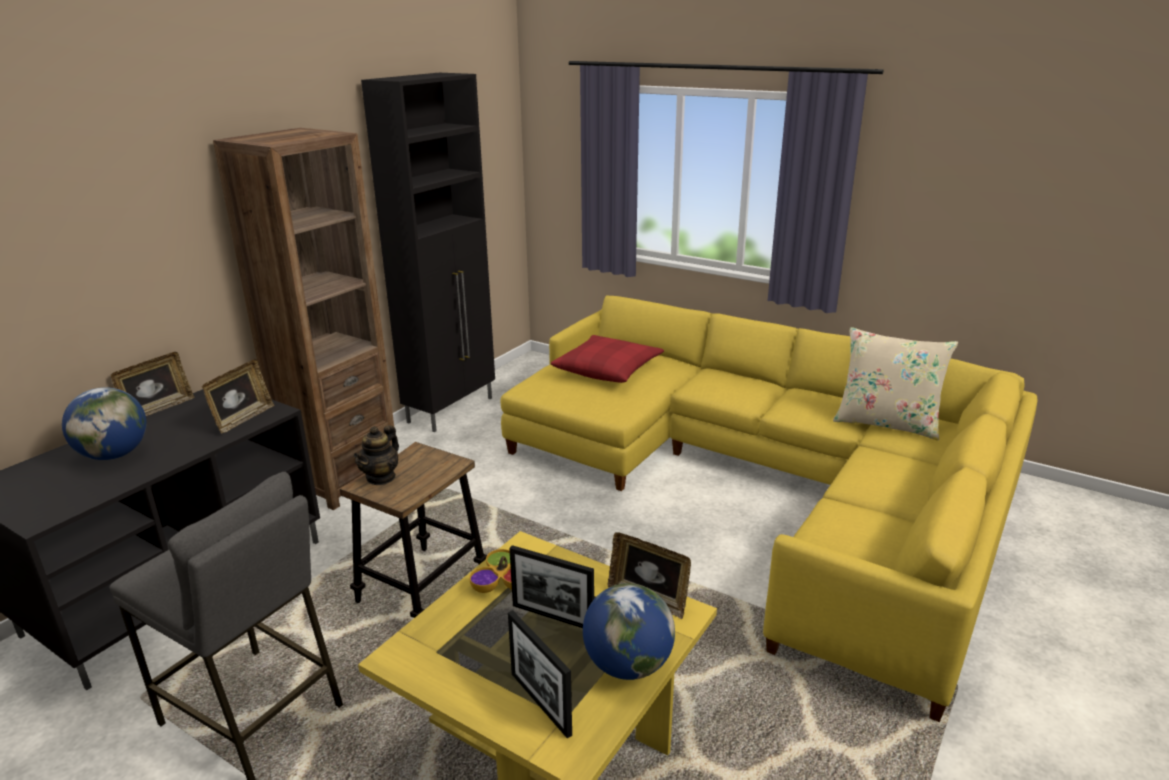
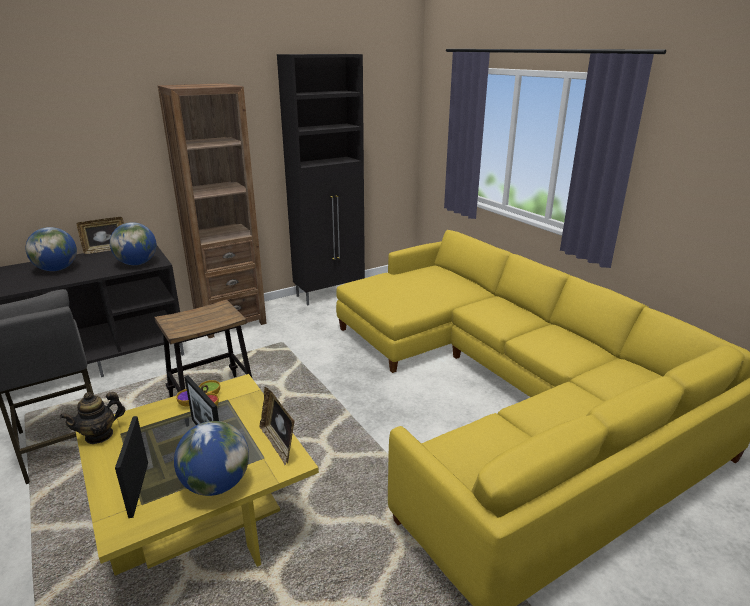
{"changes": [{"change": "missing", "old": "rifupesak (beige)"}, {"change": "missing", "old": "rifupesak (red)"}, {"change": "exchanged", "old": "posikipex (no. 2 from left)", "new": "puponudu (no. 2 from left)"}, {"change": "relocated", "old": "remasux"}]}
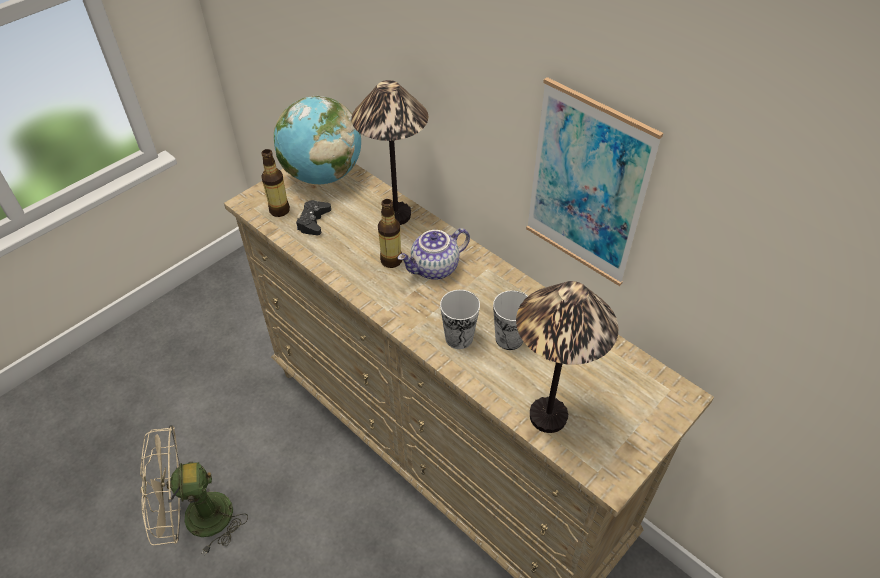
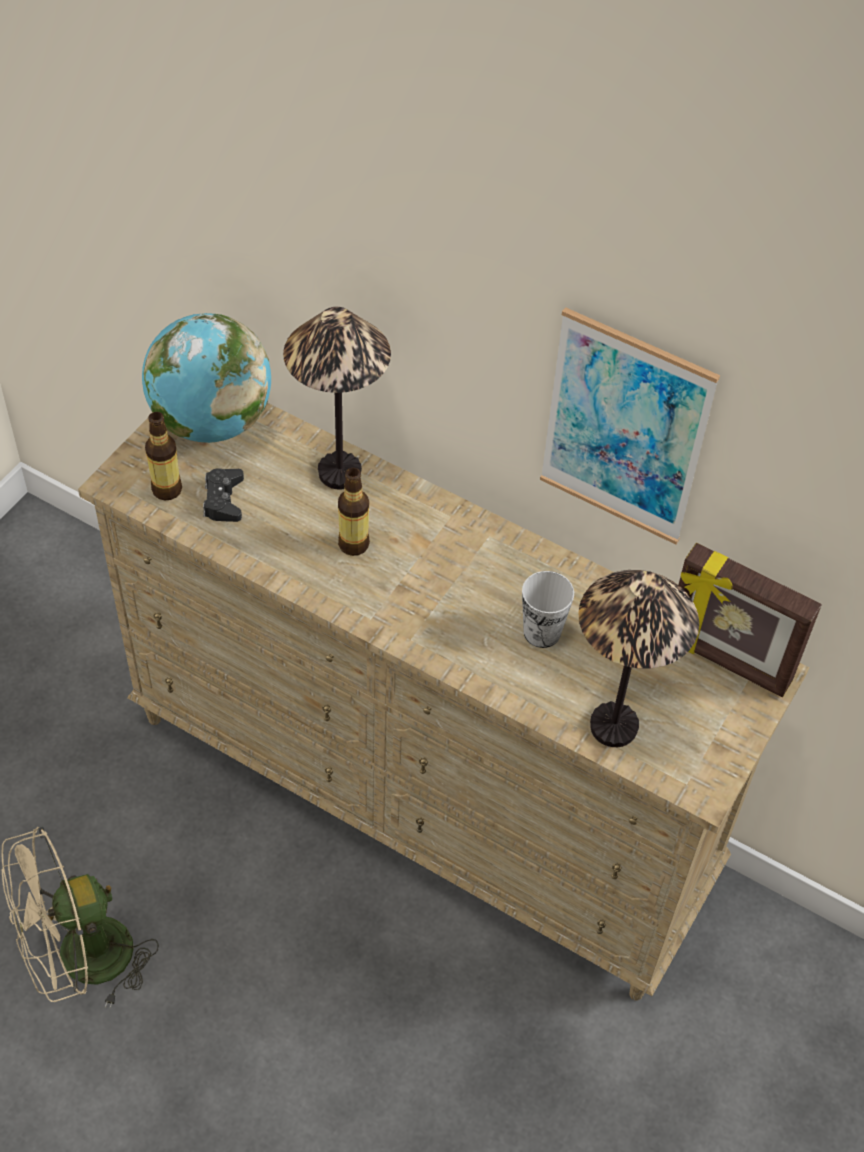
{"changes": [{"change": "missing", "old": "remasux"}, {"change": "missing", "old": "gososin (no. 1 from left)"}, {"change": "appeared", "new": "posikipex"}]}
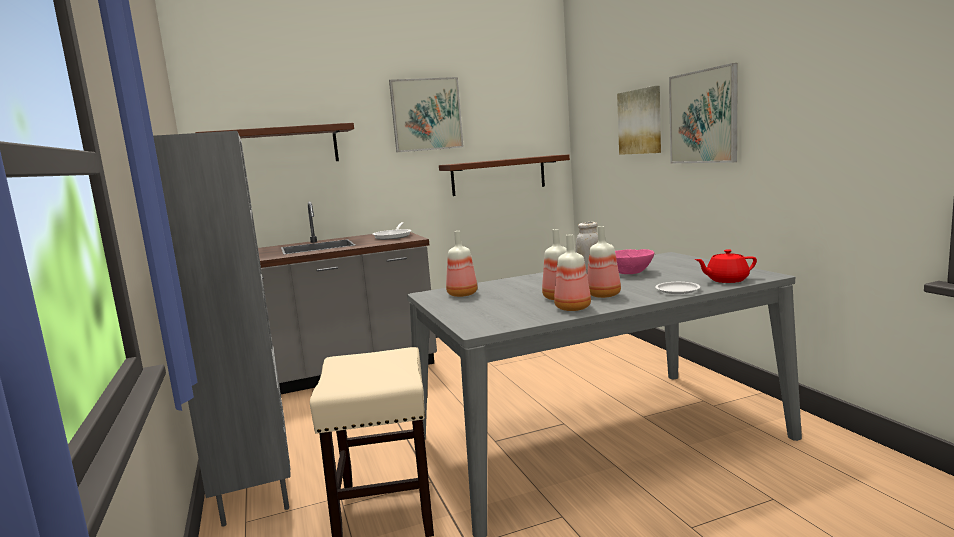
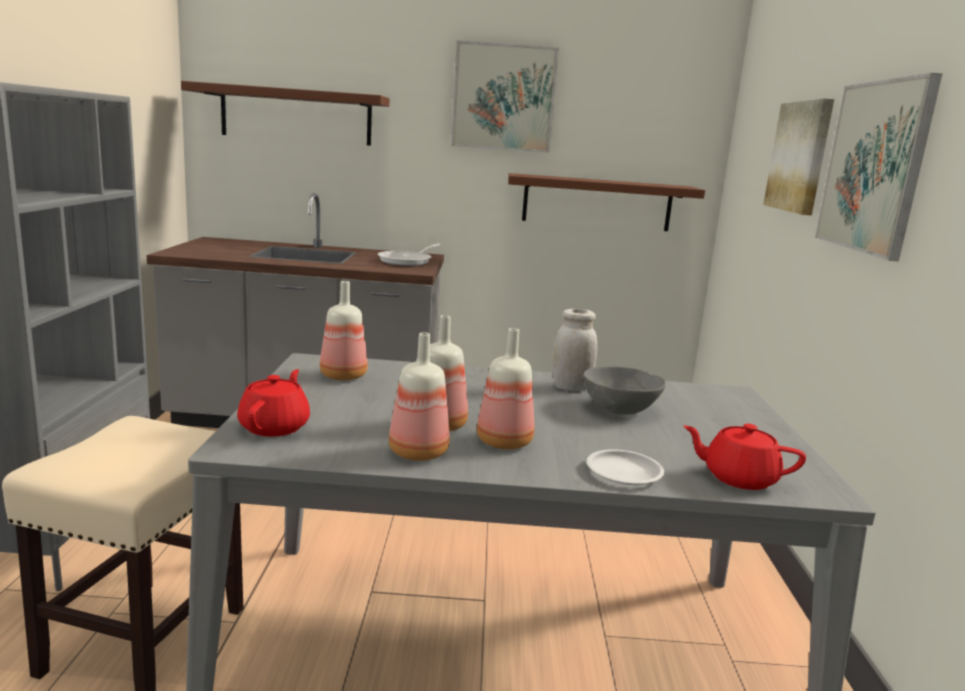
{"changes": [{"change": "colour", "old": "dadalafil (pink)", "new": "dadalafil (grey)"}, {"change": "appeared", "new": "remasux (red) (no. 1 from left)"}]}
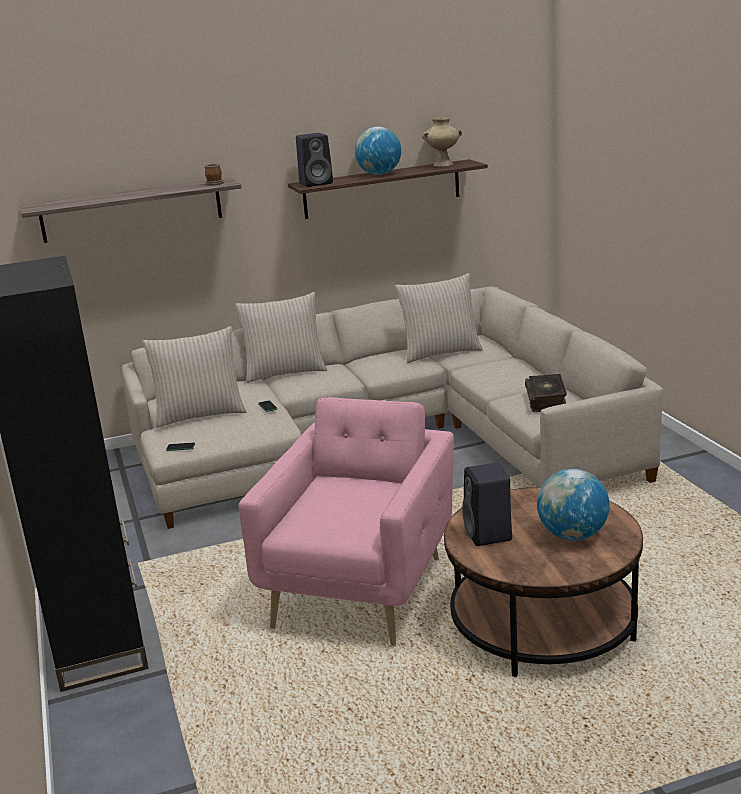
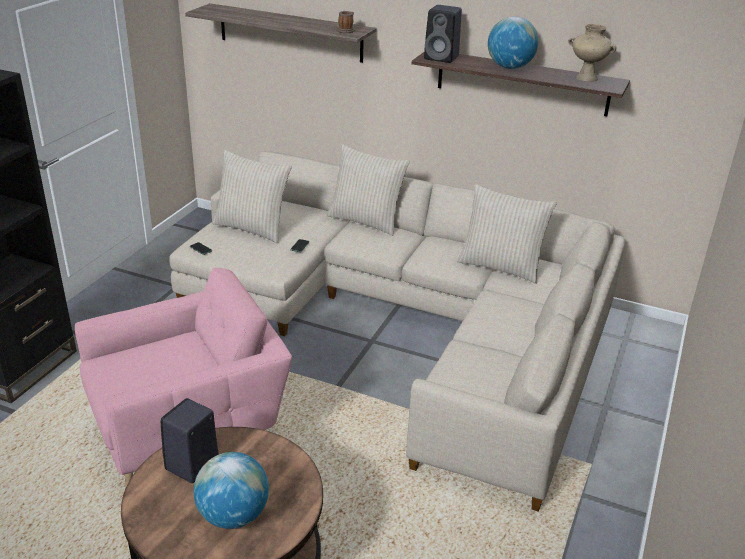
{"changes": [{"change": "missing", "old": "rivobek"}]}
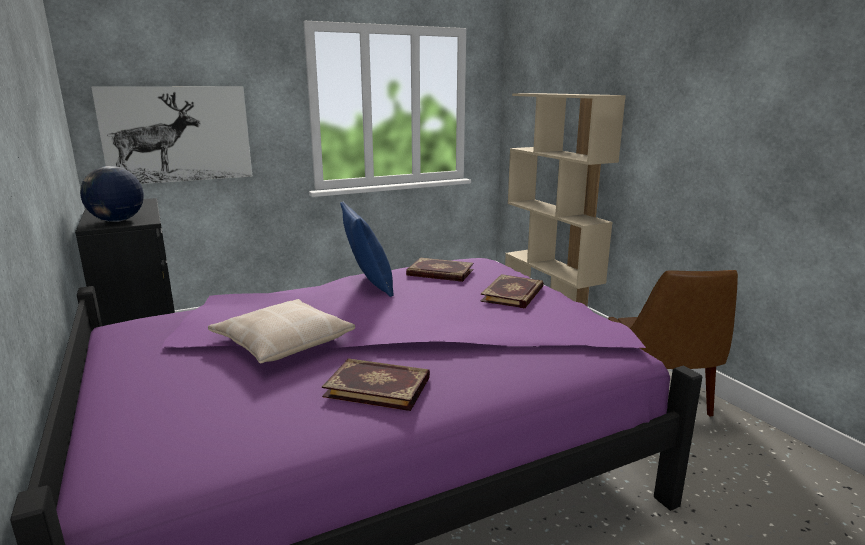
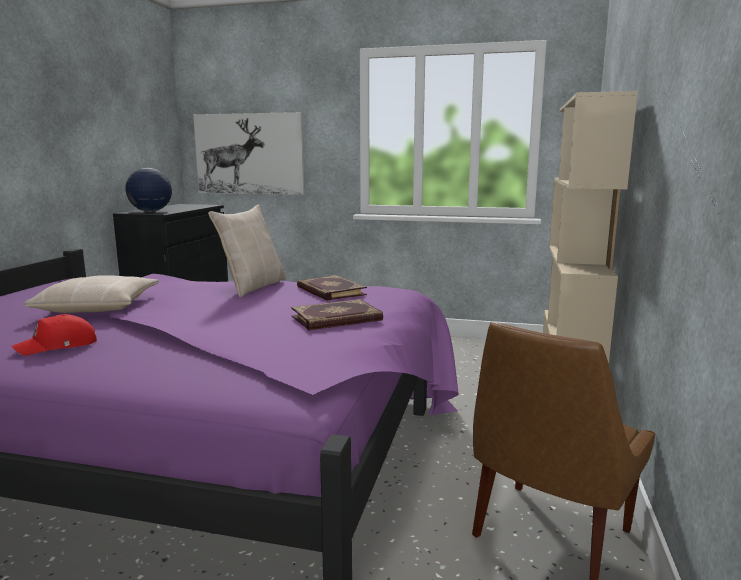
{"changes": [{"change": "colour", "old": "rifupesak (blue)", "new": "rifupesak (beige) (no. 2 from left)"}, {"change": "exchanged", "old": "rivobek (no. 1 from left)", "new": "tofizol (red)"}]}
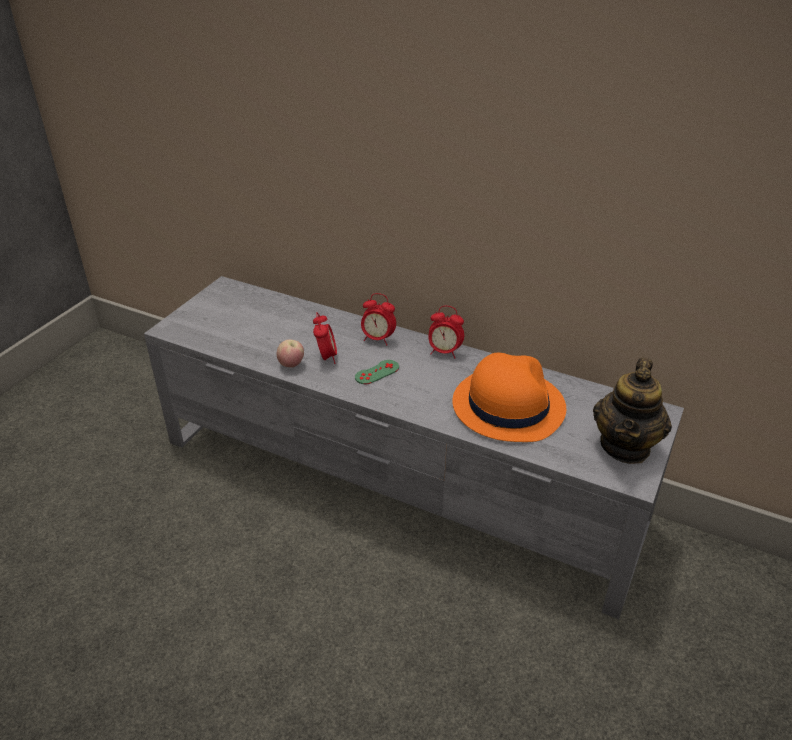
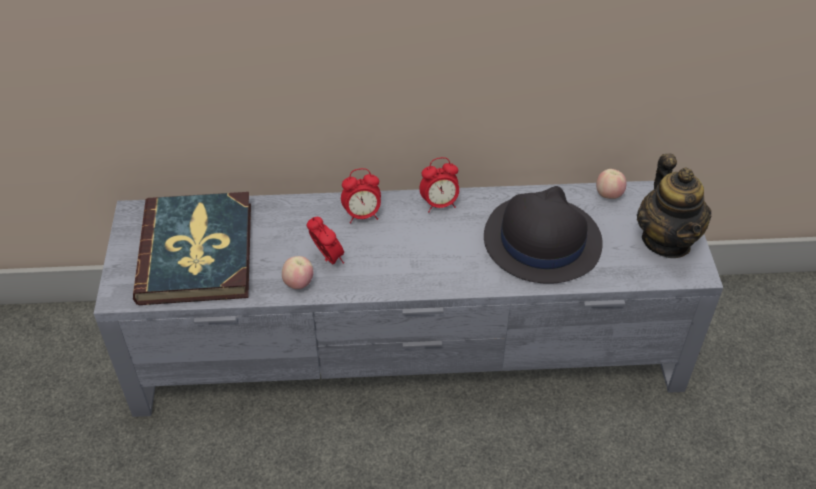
{"changes": [{"change": "colour", "old": "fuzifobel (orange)", "new": "fuzifobel (black)"}, {"change": "missing", "old": "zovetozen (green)"}, {"change": "appeared", "new": "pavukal (no. 2 from left)"}, {"change": "appeared", "new": "rivobek"}]}
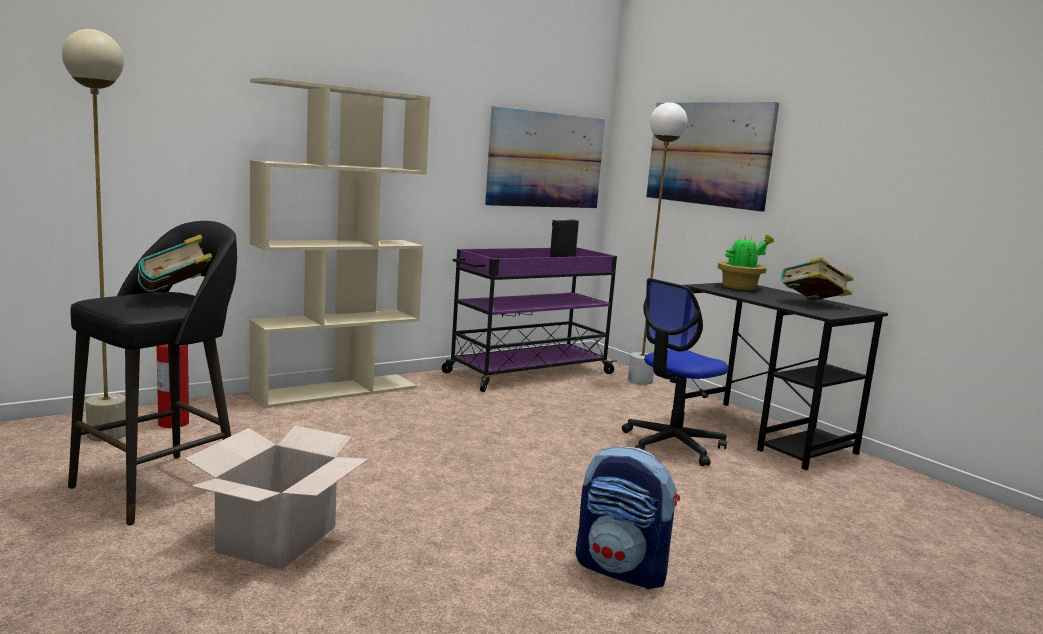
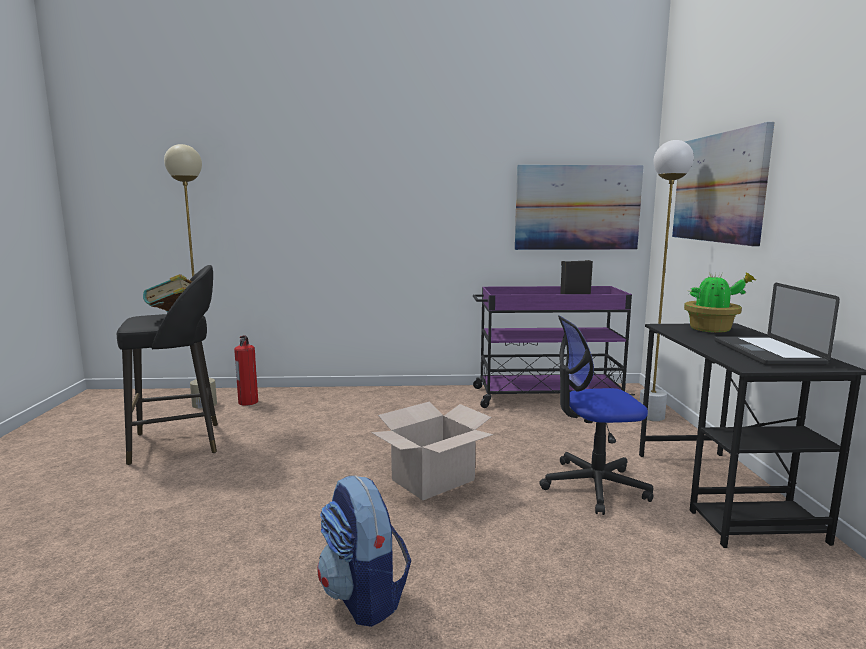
{"changes": [{"change": "missing", "old": "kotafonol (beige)"}, {"change": "exchanged", "old": "rivobek (no. 2 from left)", "new": "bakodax"}, {"change": "relocated", "old": "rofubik"}]}
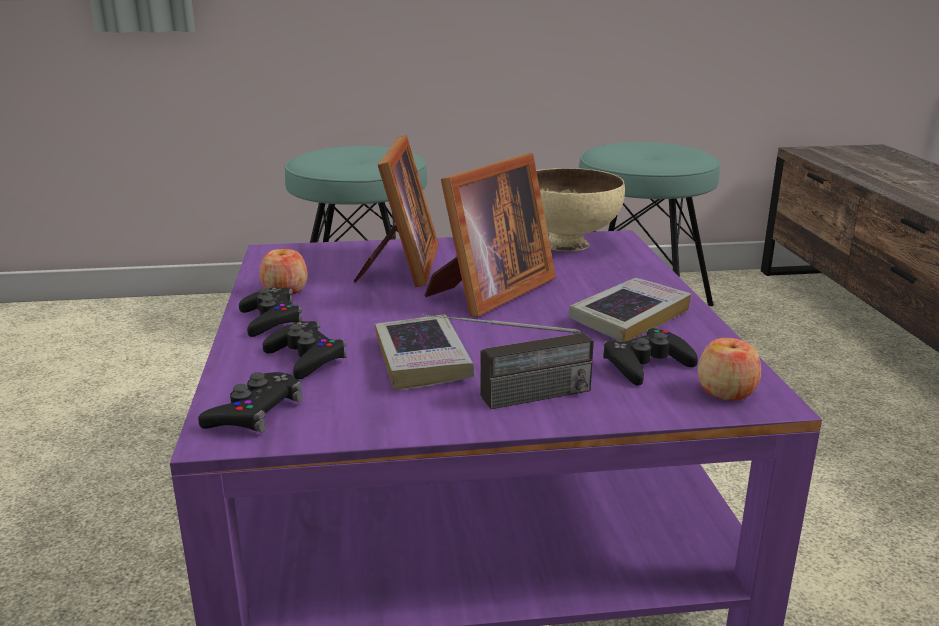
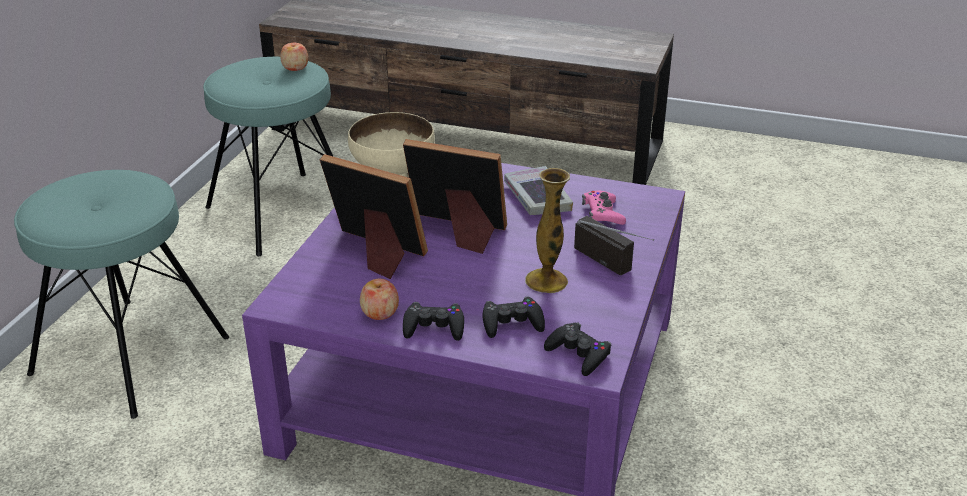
{"changes": [{"change": "spun", "old": "posikipex (no. 2 from left)", "degrees": -45}, {"change": "exchanged", "old": "rivobek (no. 1 from left)", "new": "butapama"}, {"change": "spun", "old": "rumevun", "degrees": -45}, {"change": "colour", "old": "zovetozen (black) (no. 4 from left)", "new": "zovetozen (pink)"}, {"change": "relocated", "old": "pavukal (no. 2 from left in the first image)", "new": "pavukal (no. 1 from left)"}]}
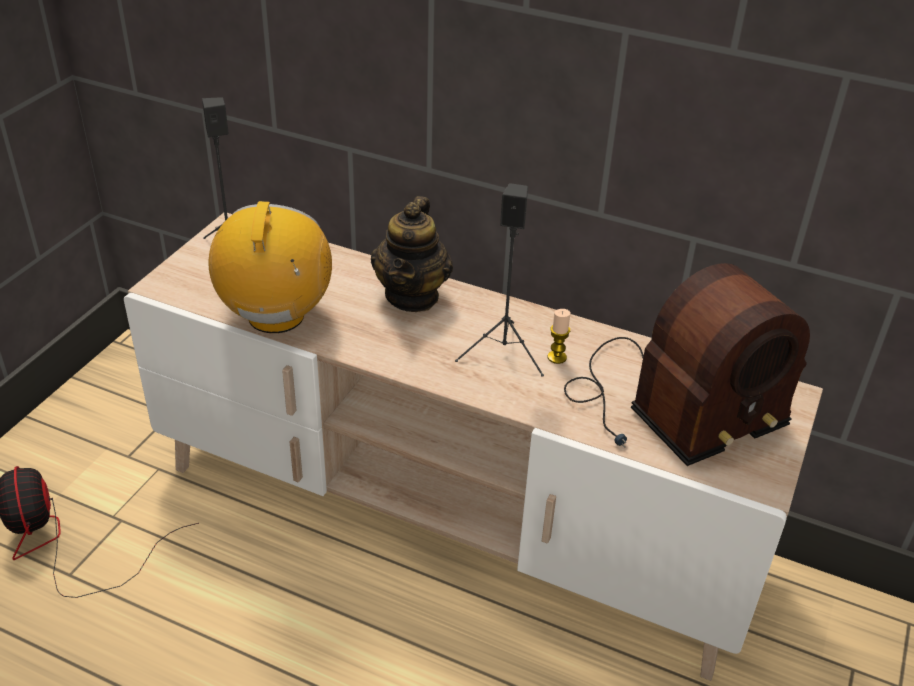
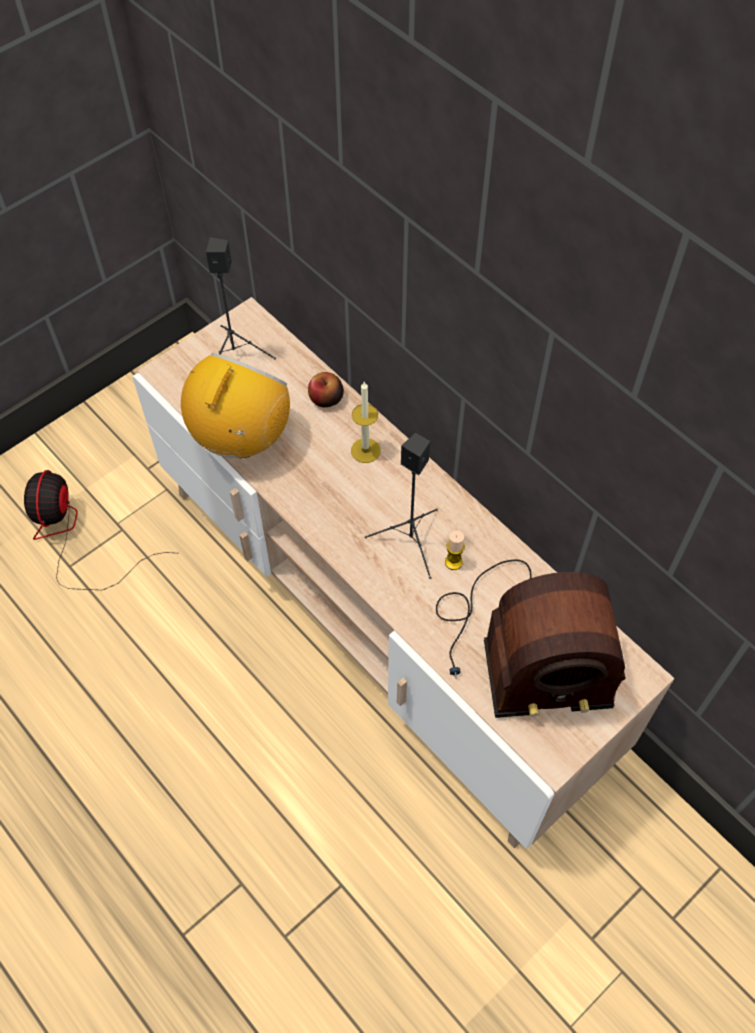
{"changes": [{"change": "exchanged", "old": "remasux", "new": "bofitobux (no. 1 from left)"}, {"change": "appeared", "new": "pavukal"}]}
